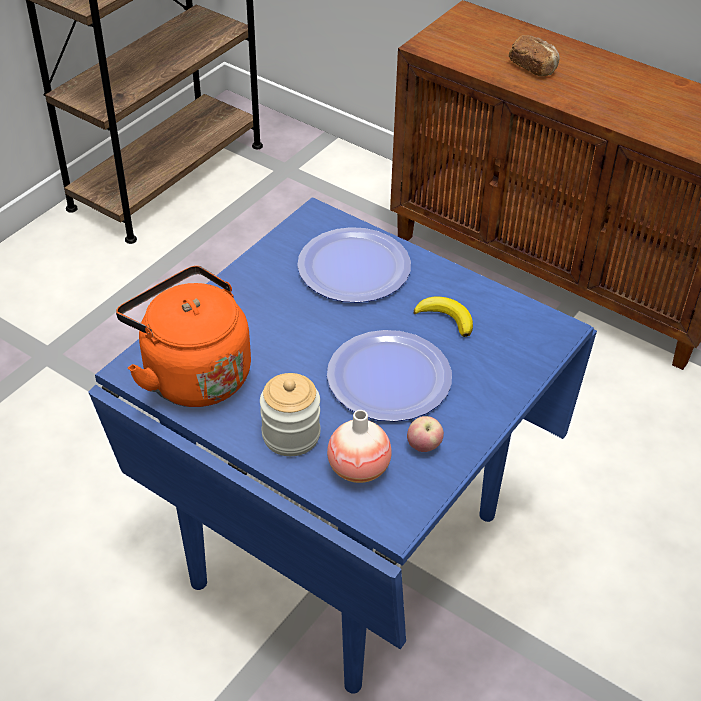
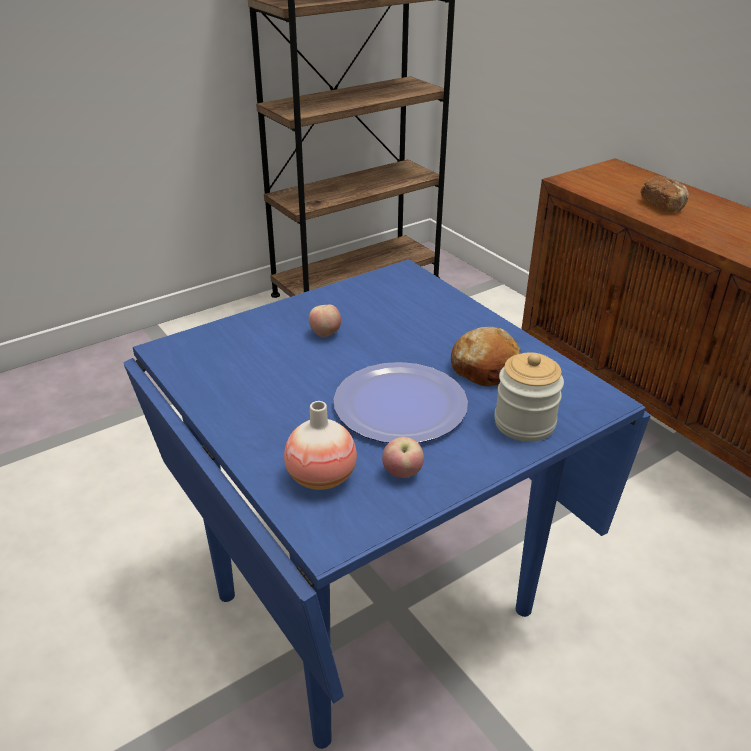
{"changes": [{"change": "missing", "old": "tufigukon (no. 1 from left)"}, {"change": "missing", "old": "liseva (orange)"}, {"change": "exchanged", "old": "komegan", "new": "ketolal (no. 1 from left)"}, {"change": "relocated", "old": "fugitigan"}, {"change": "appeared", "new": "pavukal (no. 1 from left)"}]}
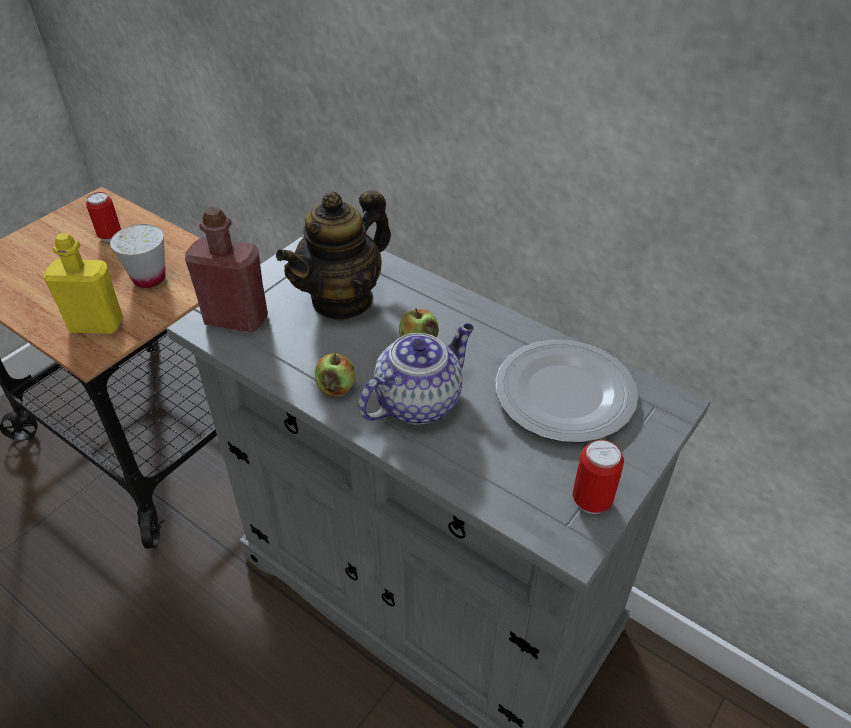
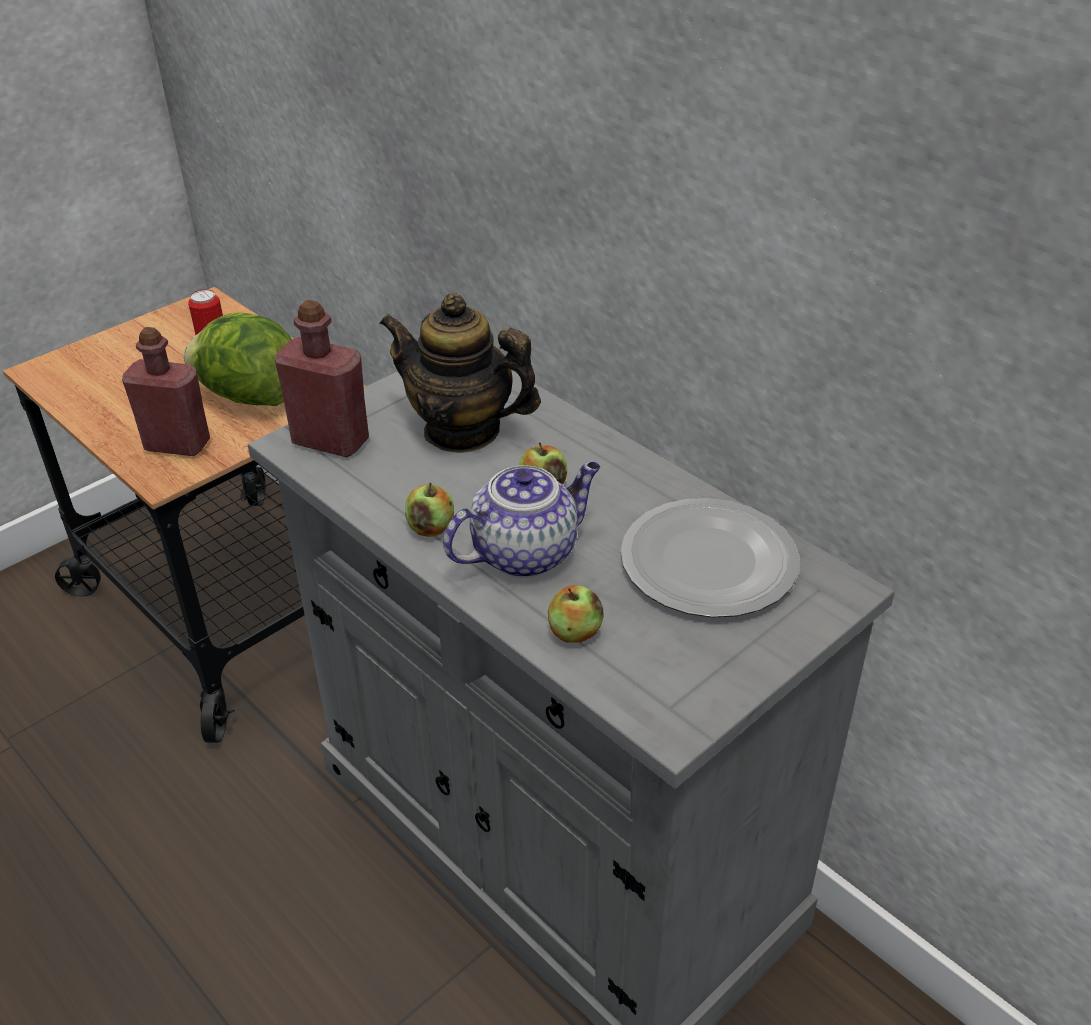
{"changes": [{"change": "spun", "old": "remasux (no. 1 from left)", "degrees": 60}, {"change": "exchanged", "old": "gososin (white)", "new": "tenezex"}, {"change": "colour", "old": "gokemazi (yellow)", "new": "gokemazi (red) (no. 1 from left)"}, {"change": "missing", "old": "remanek (no. 2 from left)"}, {"change": "appeared", "new": "pavukal (no. 3 from left)"}]}
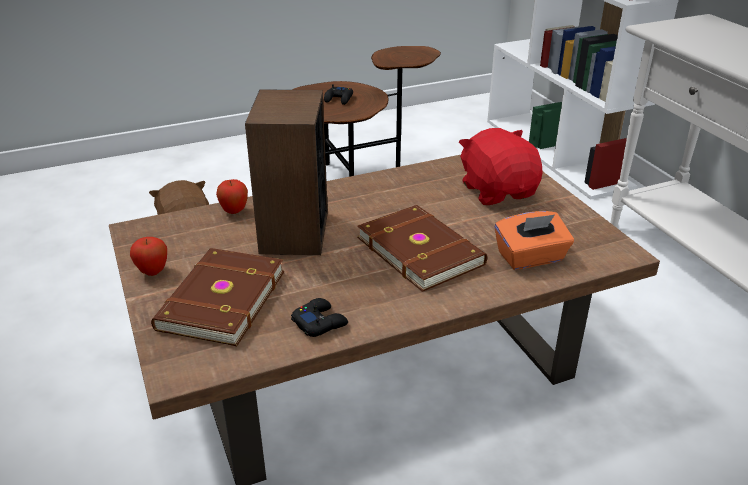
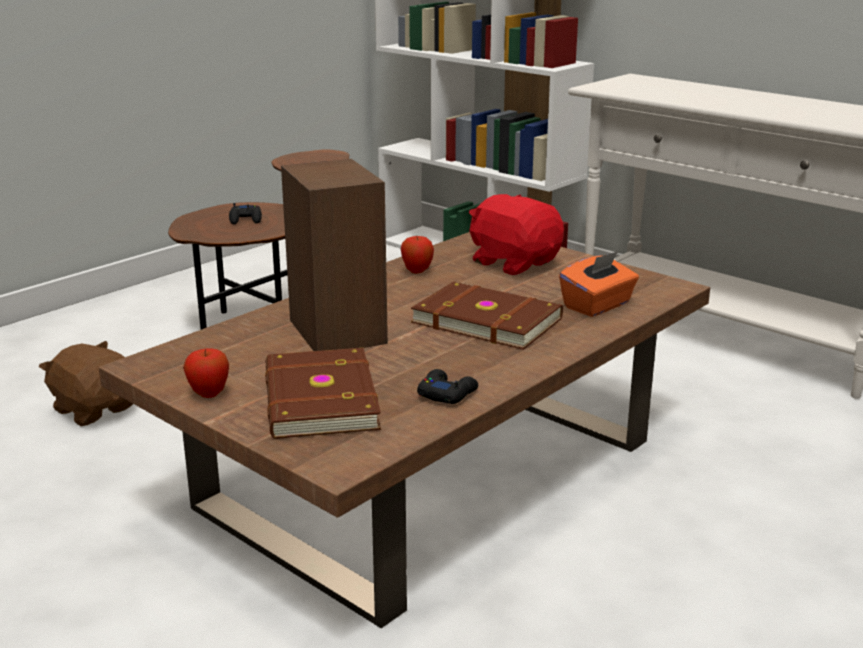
{"changes": [{"change": "relocated", "old": "pavukal (no. 2 from left)"}]}
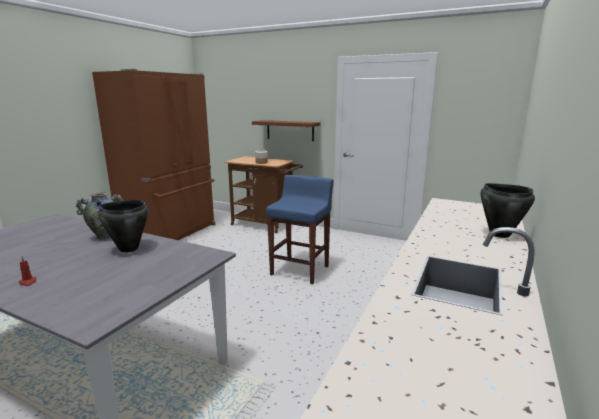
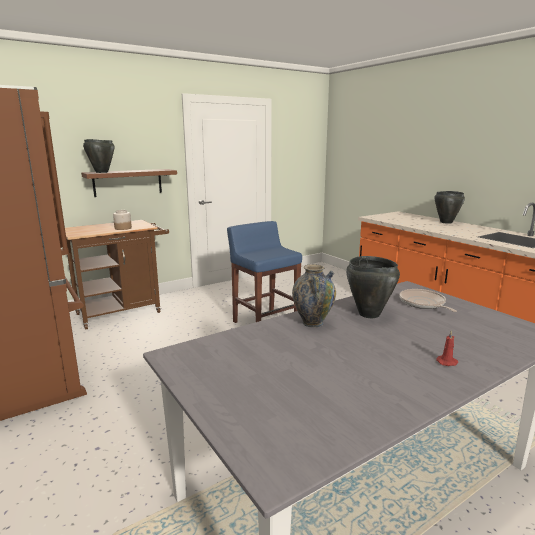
{"changes": [{"change": "appeared", "new": "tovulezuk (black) (no. 1 from left)"}, {"change": "appeared", "new": "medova"}]}
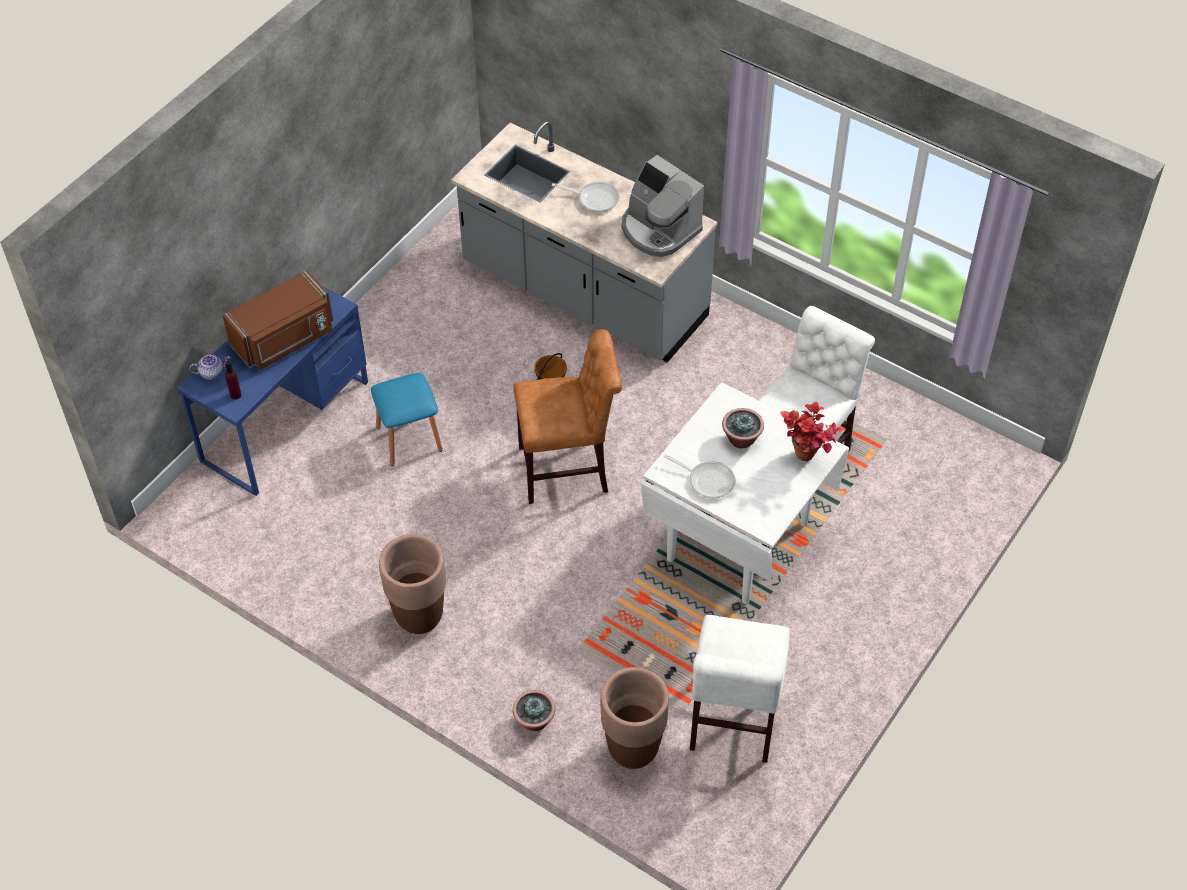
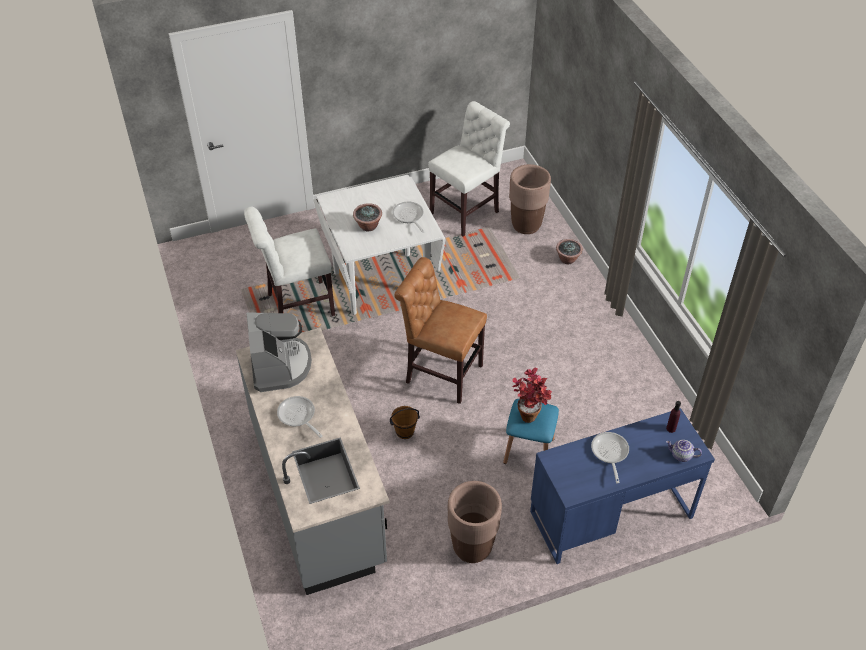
{"changes": [{"change": "exchanged", "old": "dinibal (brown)", "new": "medova (no. 3 from left)"}, {"change": "relocated", "old": "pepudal (no. 3 from left in the first image)", "new": "pepudal (no. 2 from left)"}, {"change": "relocated", "old": "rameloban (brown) (no. 1 from left)"}]}
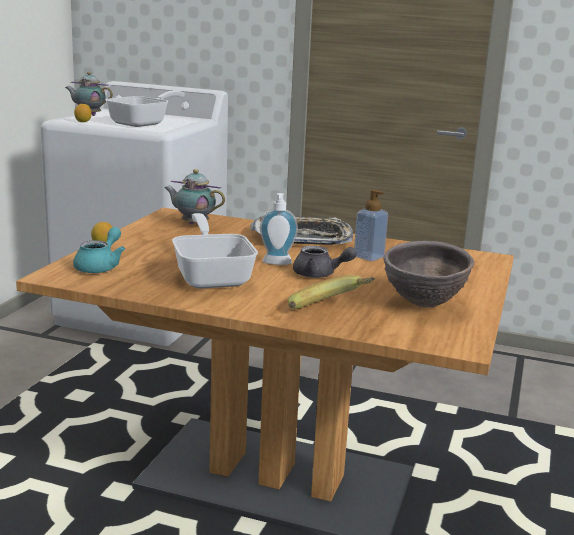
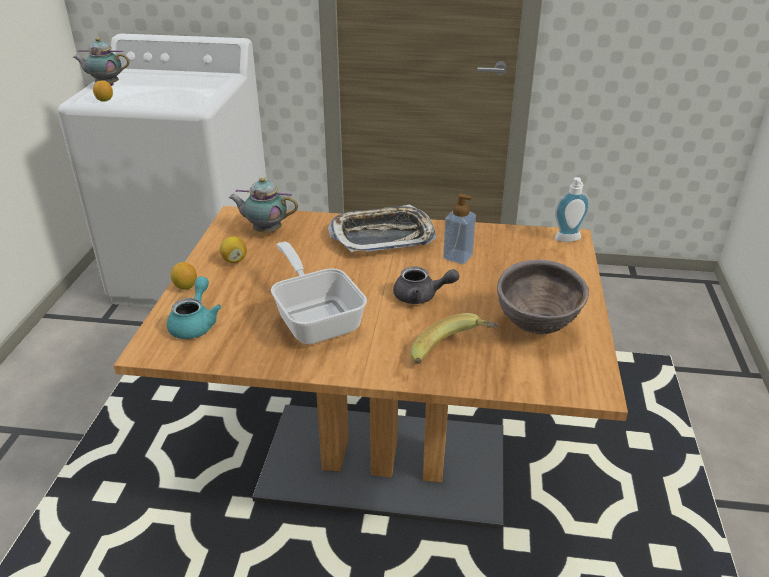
{"changes": [{"change": "missing", "old": "medova (no. 1 from left)"}, {"change": "relocated", "old": "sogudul (no. 1 from left in the first image)", "new": "sogudul (no. 2 from left)"}, {"change": "appeared", "new": "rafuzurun (no. 3 from left)"}]}
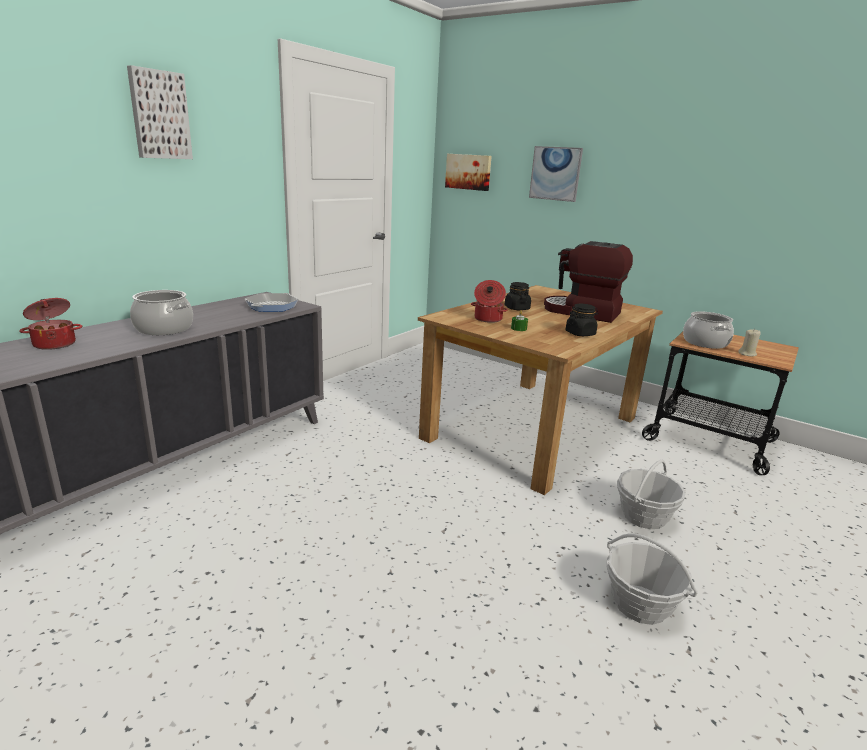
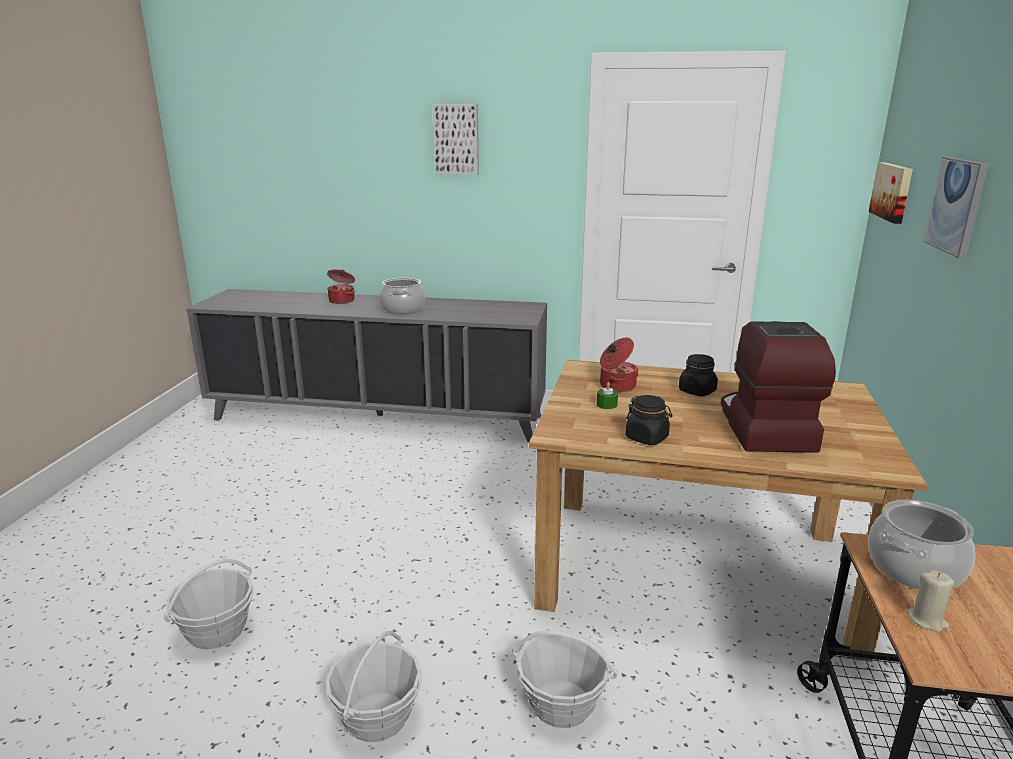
{"changes": [{"change": "missing", "old": "medova"}, {"change": "appeared", "new": "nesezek (no. 1 from left)"}]}
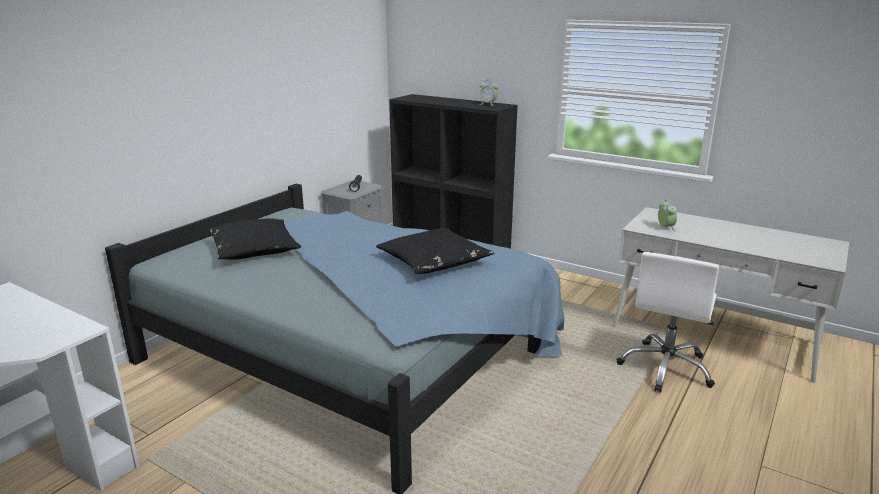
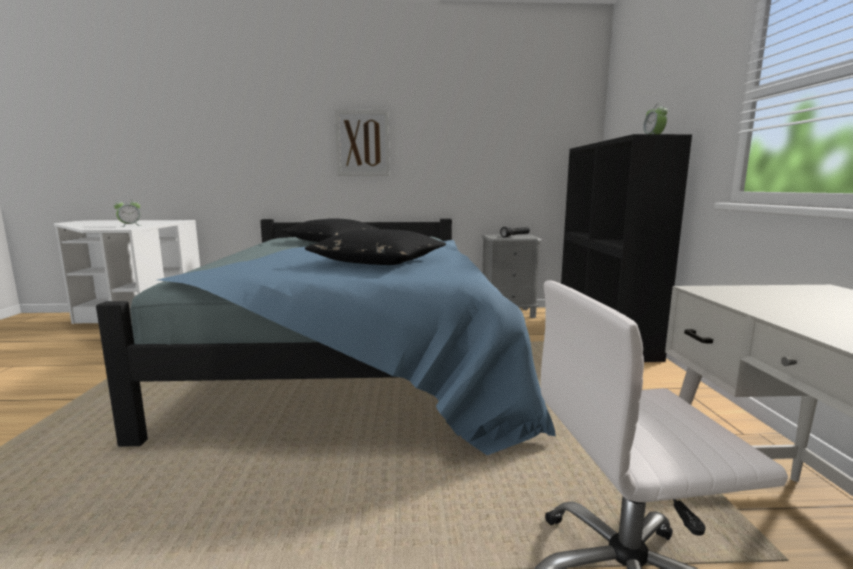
{"changes": [{"change": "relocated", "old": "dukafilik (no. 2 from left in the first image)", "new": "dukafilik (no. 1 from left)"}, {"change": "appeared", "new": "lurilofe"}]}
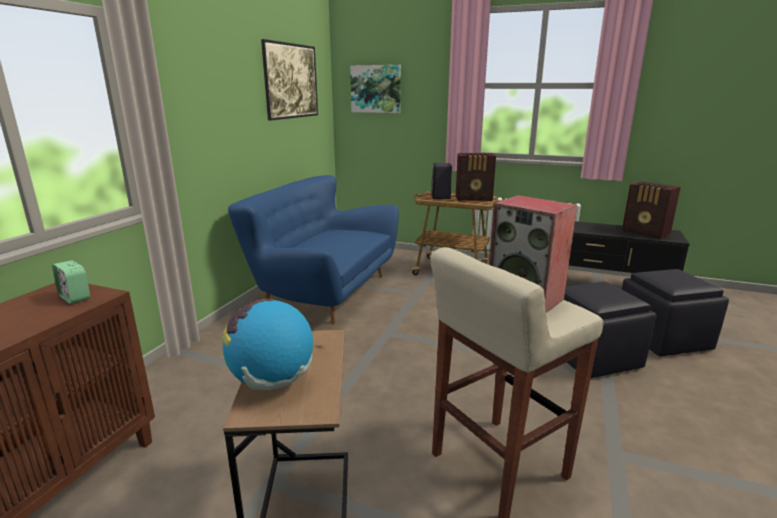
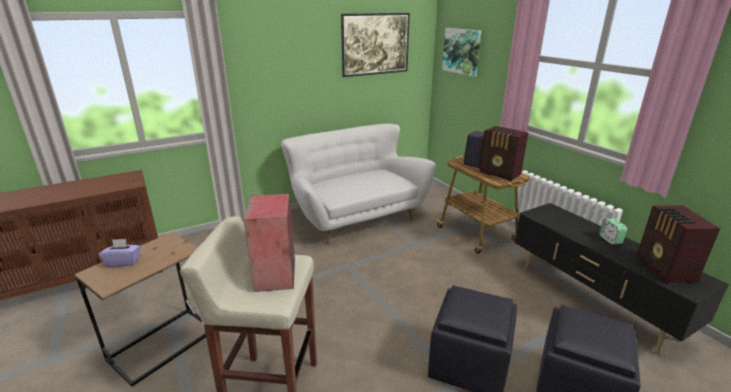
{"changes": [{"change": "colour", "old": "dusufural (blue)", "new": "dusufural (white)"}, {"change": "relocated", "old": "dukafilik"}, {"change": "exchanged", "old": "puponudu", "new": "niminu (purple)"}]}
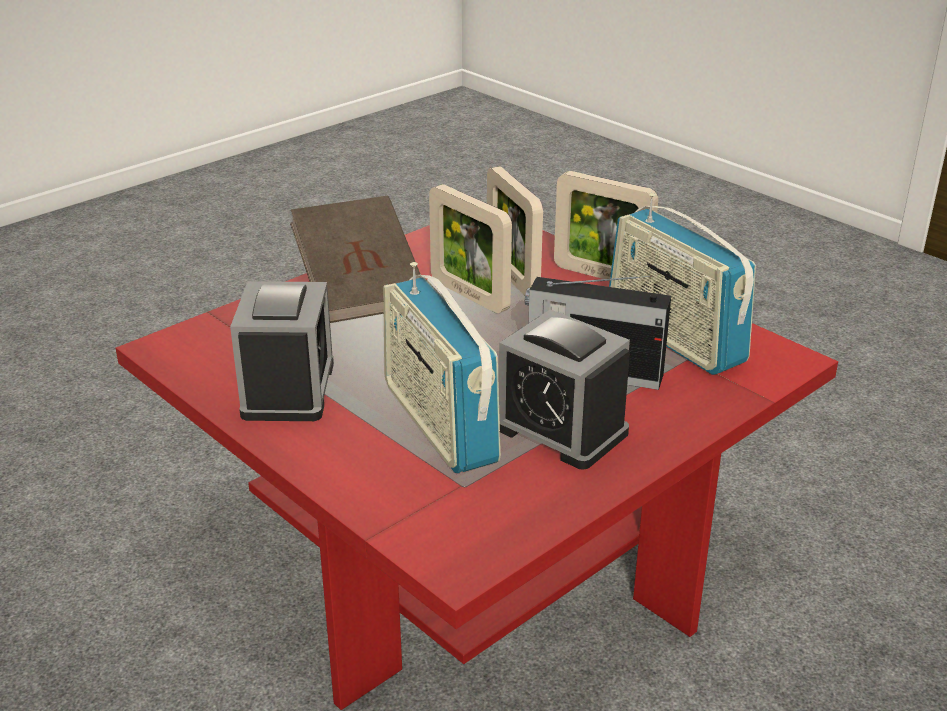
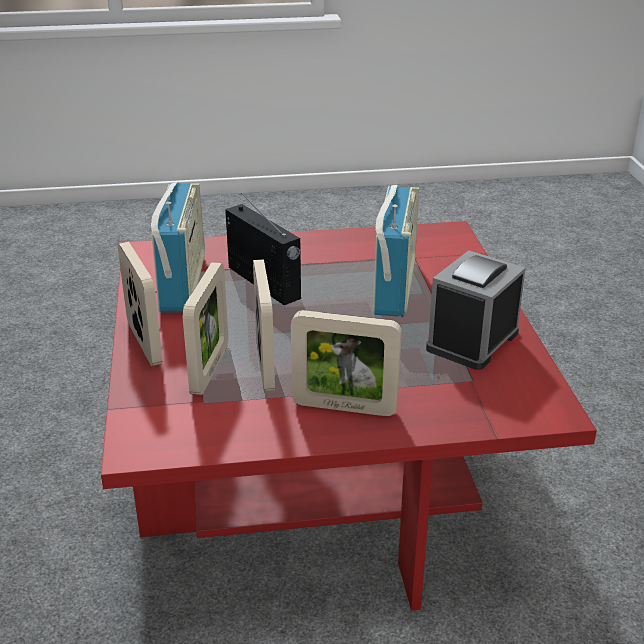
{"changes": [{"change": "exchanged", "old": "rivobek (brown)", "new": "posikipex (no. 4 from left)"}, {"change": "missing", "old": "dukafilik (no. 2 from left)"}]}
